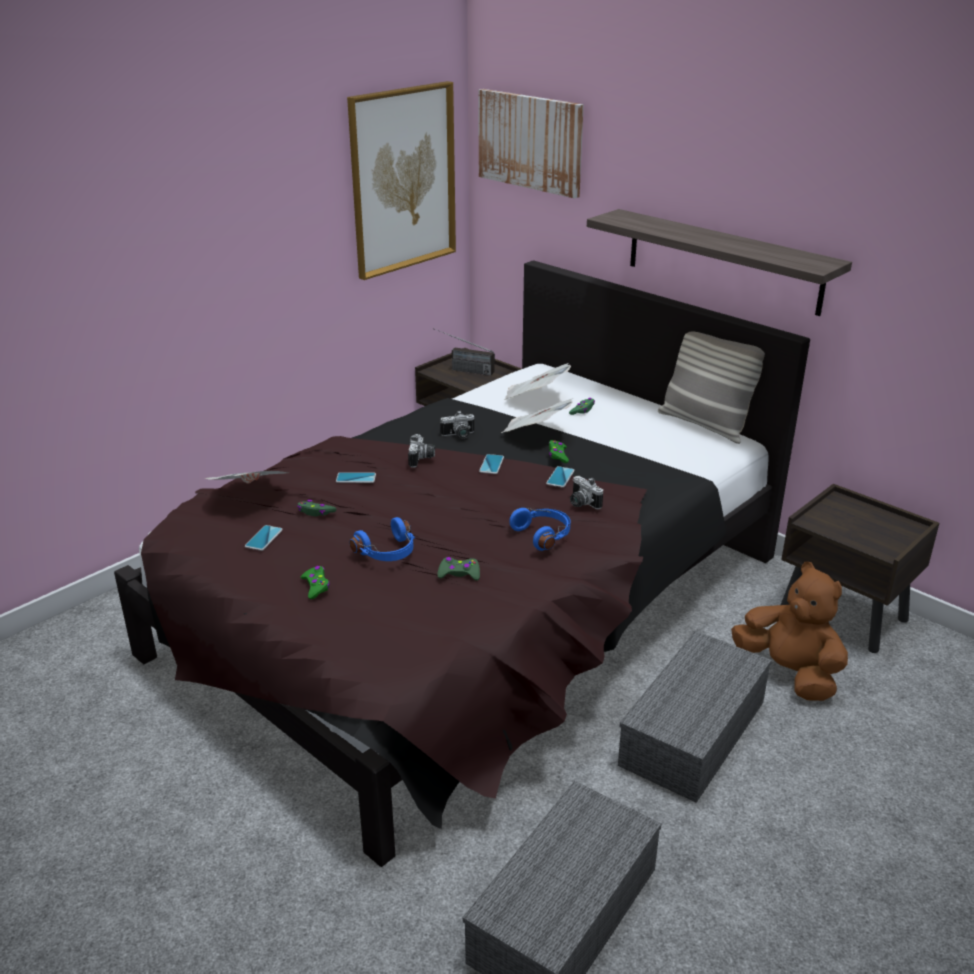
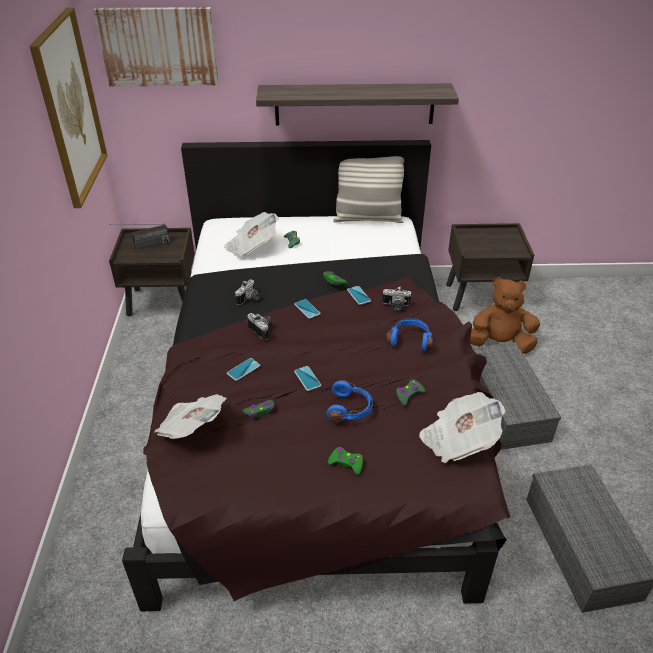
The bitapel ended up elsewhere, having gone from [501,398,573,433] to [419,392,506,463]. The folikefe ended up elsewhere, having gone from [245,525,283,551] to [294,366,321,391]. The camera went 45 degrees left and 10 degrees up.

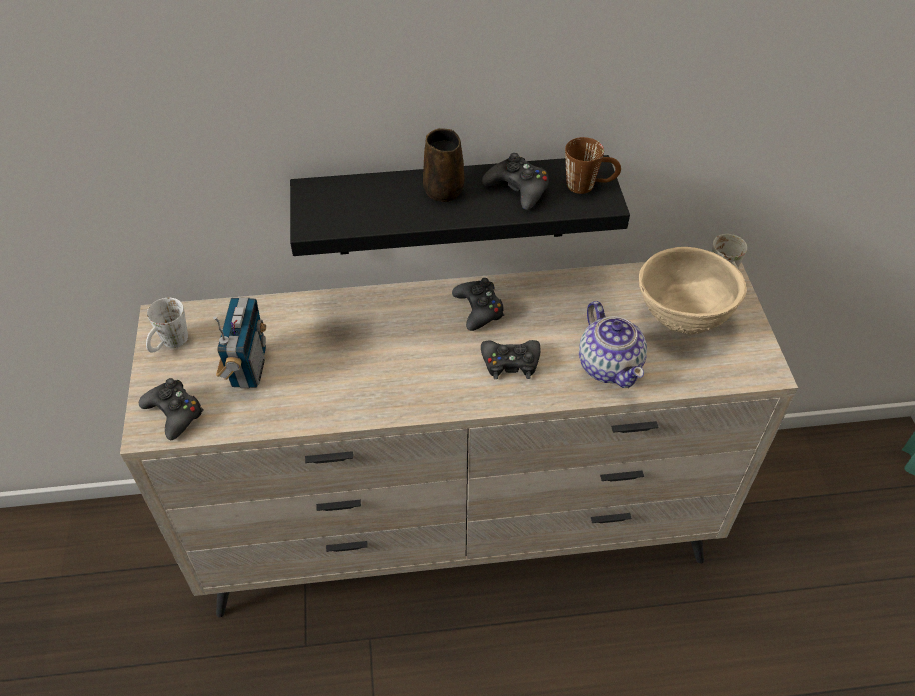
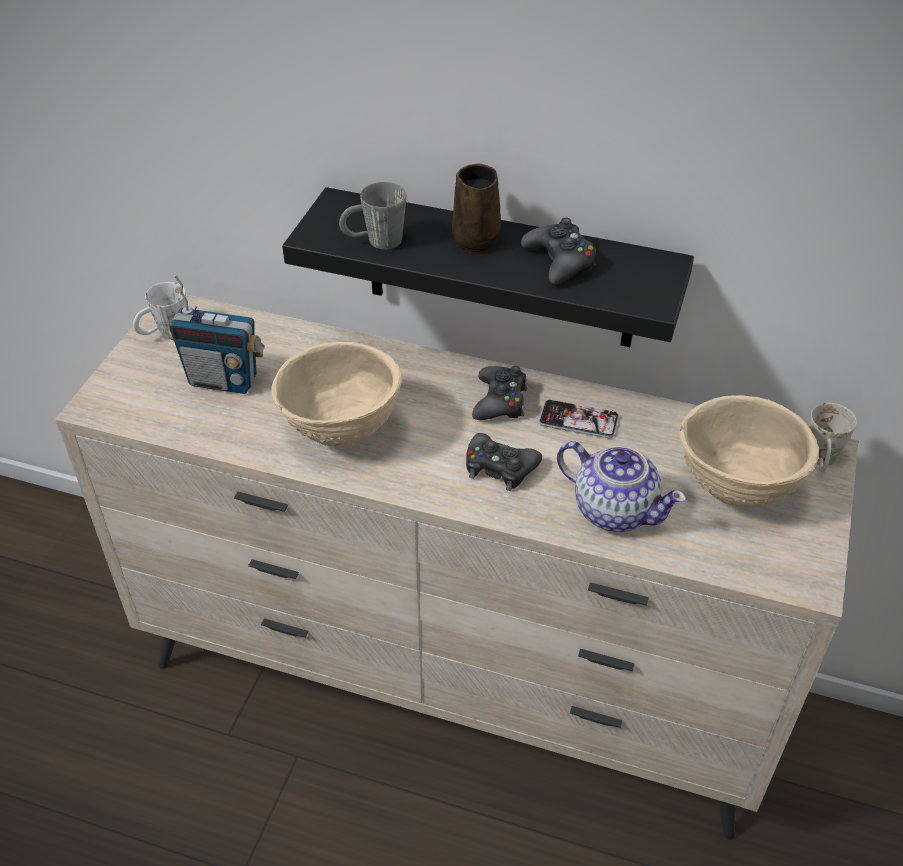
The second view lost the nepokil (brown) at [565,137,621,194]. The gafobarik at [213,297,266,388] ended up facing another way, 75 degrees clockwise from before. The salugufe at [579,301,647,388] ended up facing another way, 60 degrees counterclockwise from before. The second view lost the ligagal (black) at [139,378,204,440]. The second view gained the nepokil (grey) at [339,182,407,250]. The second view gained the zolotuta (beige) at [271,342,402,447]. The second view gained the folikefe at [539,400,619,438]. The camera went 25 degrees right and 5 degrees down.

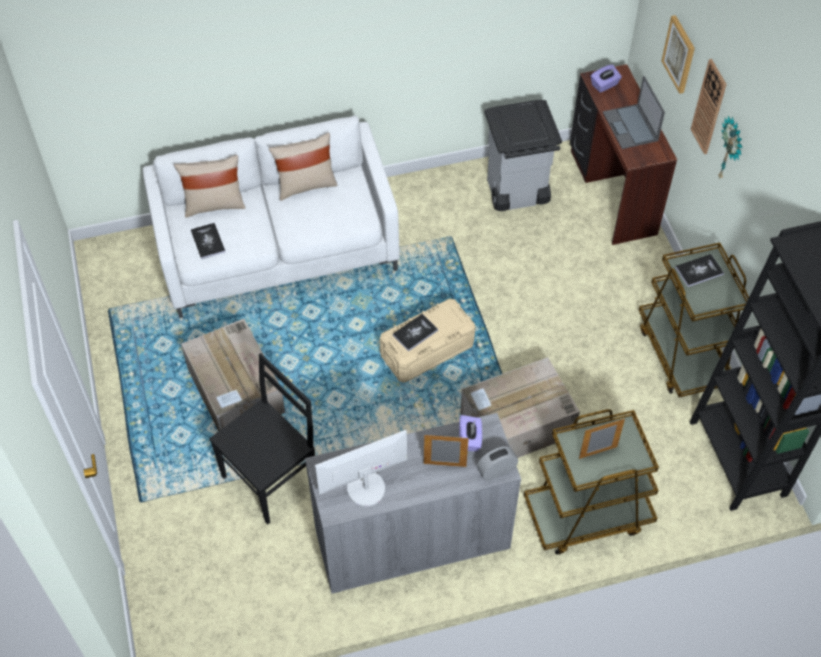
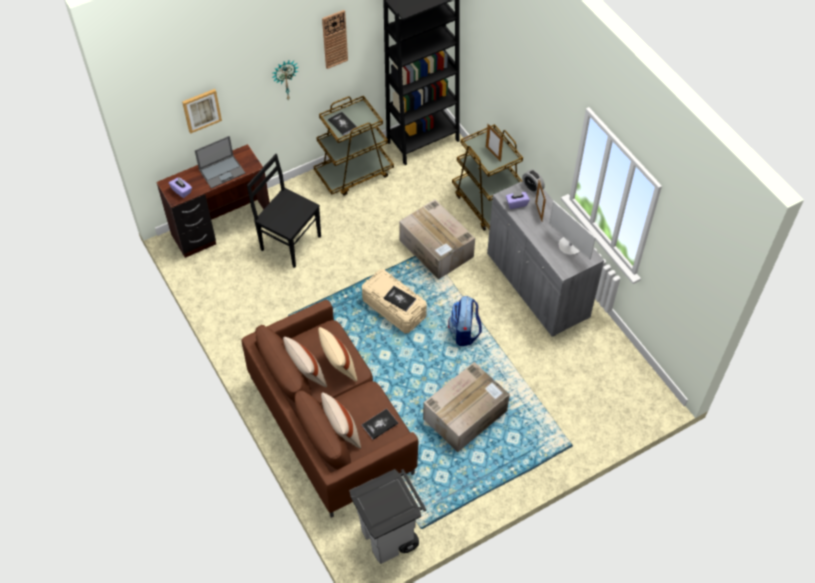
The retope ended up elsewhere, having gone from [690,59,727,154] to [322,10,348,69]. The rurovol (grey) ended up elsewhere, having gone from [484,100,562,211] to [350,469,426,564]. What was the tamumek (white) at [142,115,400,318] turned into the tamumek (brown) at [242,300,418,518]. The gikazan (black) ended up elsewhere, having gone from [209,353,315,525] to [247,154,321,268]. The second view gained the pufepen at [448,296,482,346]. The second view gained the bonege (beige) at [318,327,357,382]. The camera went 105 degrees left and 0 degrees up.

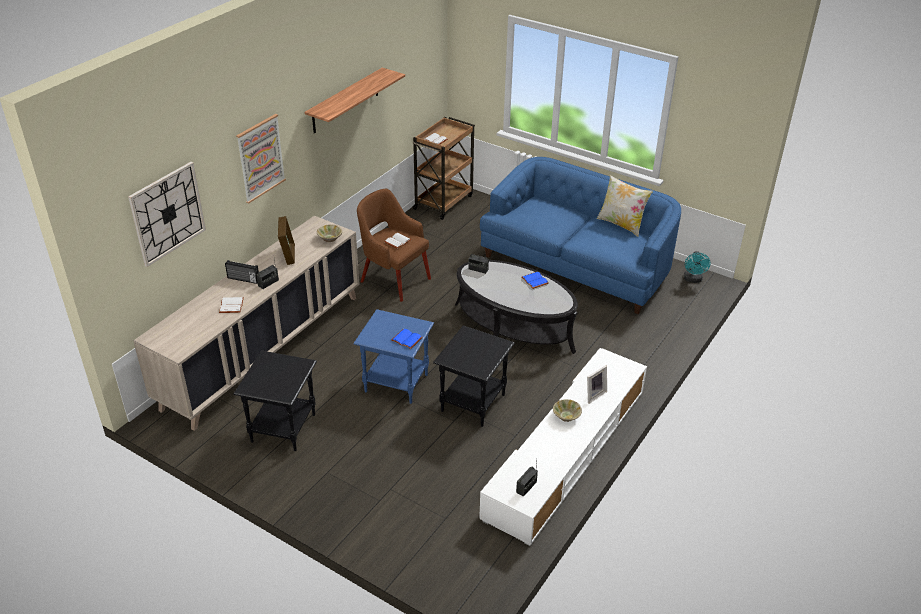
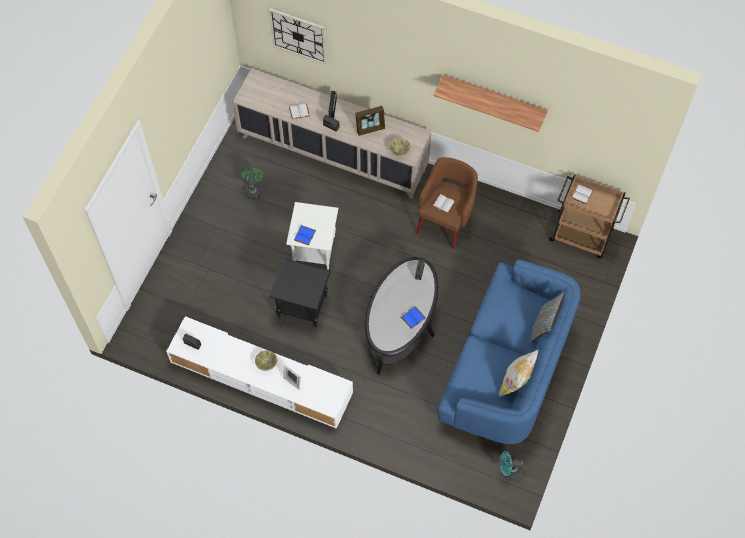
The second view lost the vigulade at [236,114,286,203]. What was the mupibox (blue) at [353,309,434,404] turned into the mupibox (white) at [286,202,338,270]. Where the mupibox (black) stood at [234,350,317,451], the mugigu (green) came to stand at [242,168,263,200]. The second view gained the bonege (grey) at [529,292,565,343]. The camera went 80 degrees right and 25 degrees up.

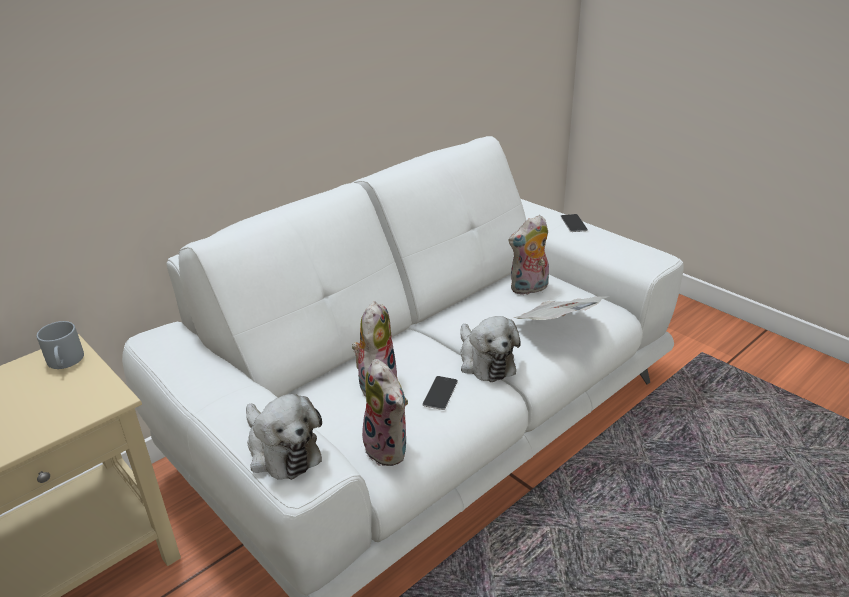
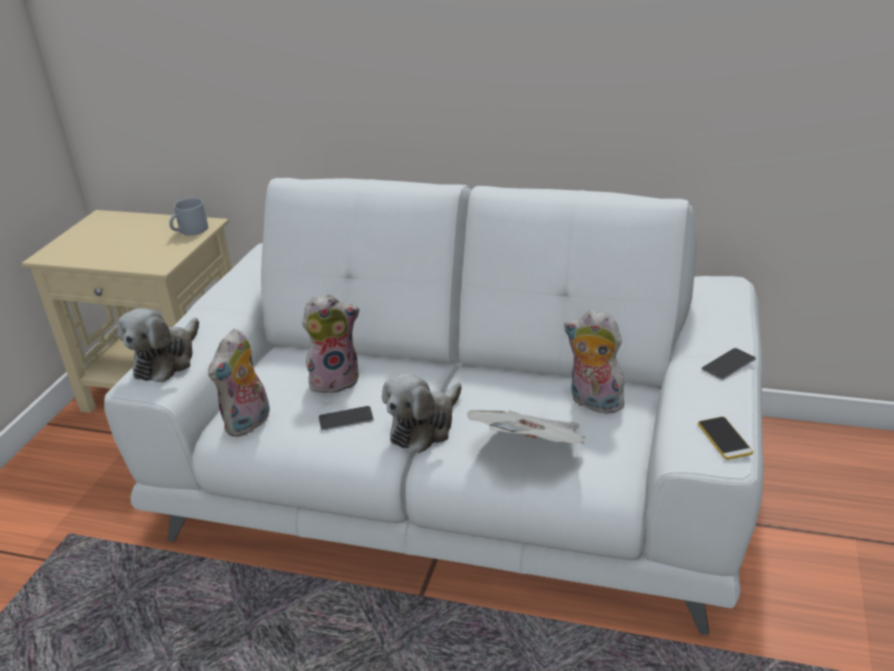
The second view gained the folikefe at [698,417,753,460]. The camera went 60 degrees right and 0 degrees up.

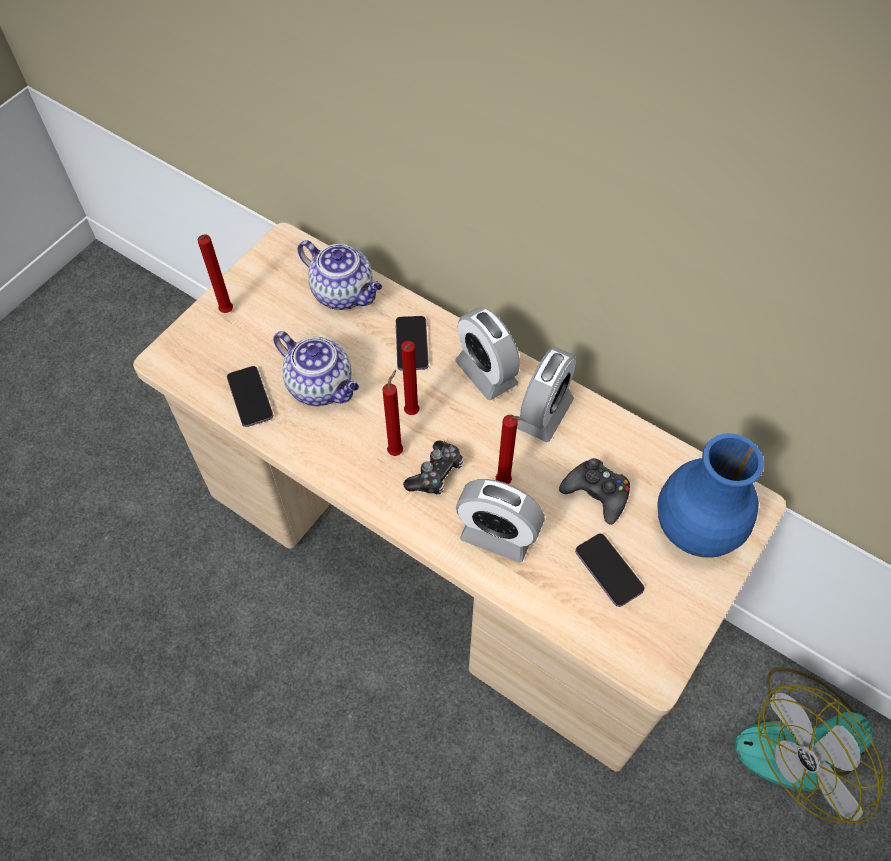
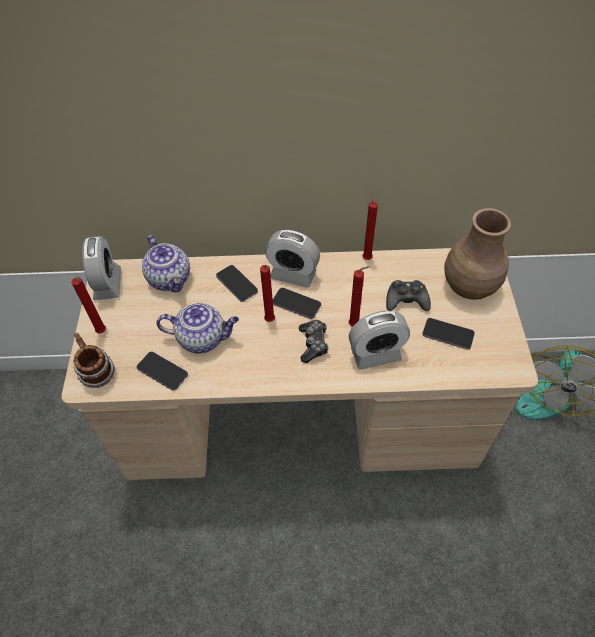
The salugufe at [297,240,382,310] ended up facing another way, 60 degrees clockwise from before. The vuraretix ended up elsewhere, having gone from [517,347,576,442] to [82,236,121,300]. The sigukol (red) ended up elsewhere, having gone from [382,370,403,456] to [362,191,378,260]. What was the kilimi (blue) at [657,433,764,558] turned into the kilimi (brown) at [444,208,511,300]. The second view gained the folikefe at [273,288,321,319]. The second view gained the nepokil at [73,333,115,388]. The camera went 35 degrees left and 5 degrees down.

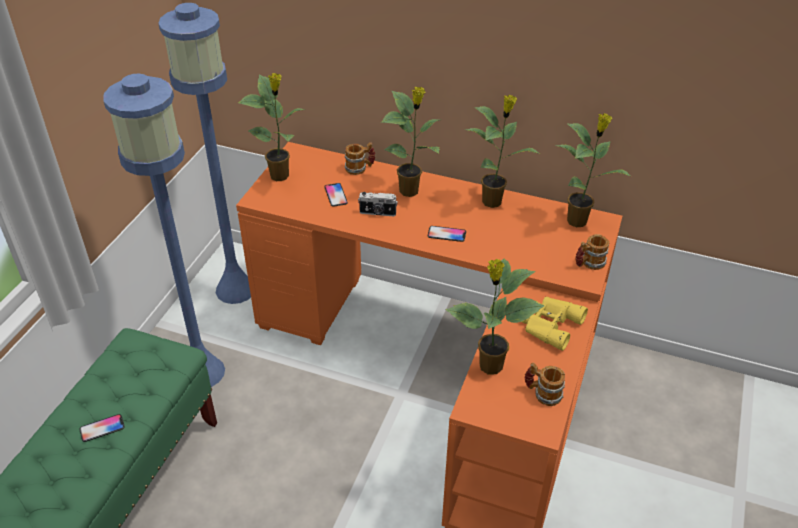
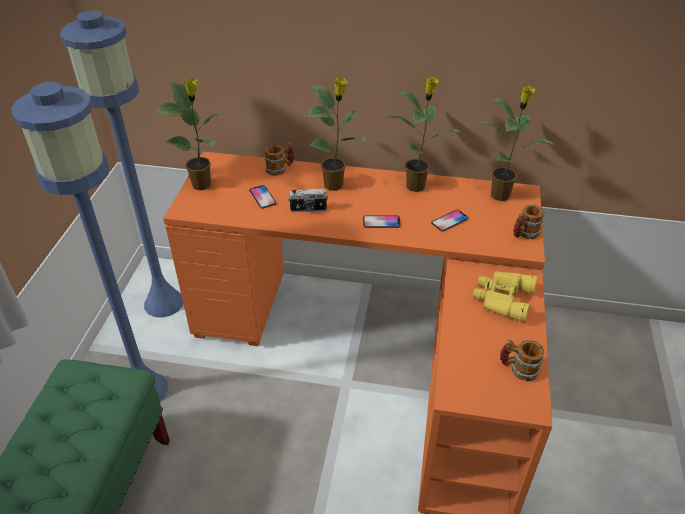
The second view lost the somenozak at [445,258,544,375]. The folikefe ended up elsewhere, having gone from [80,414,125,442] to [431,210,469,232]. The camera went 10 degrees left and 0 degrees up.

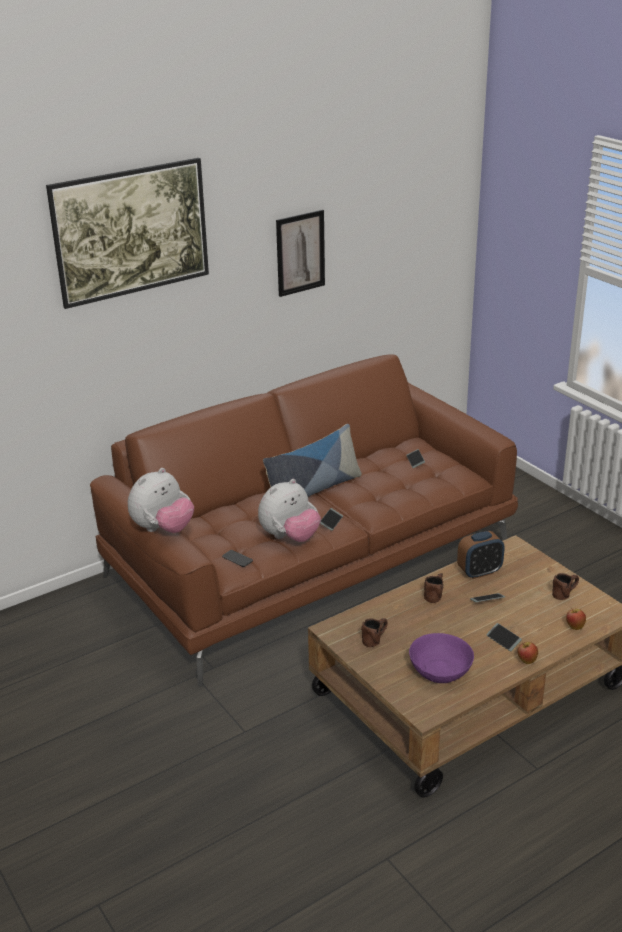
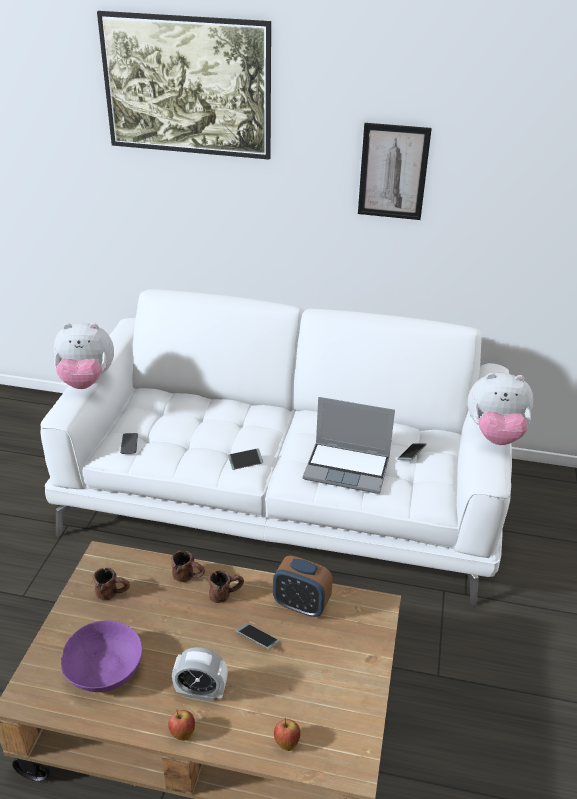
What was the tamumek (brown) at [90,354,518,687] turned into the tamumek (white) at [40,289,512,606]. The second view lost the bonege at [263,424,362,497]. The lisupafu ended up elsewhere, having gone from [258,479,321,542] to [467,373,533,445]. The nepokil (brown) ended up elsewhere, having gone from [552,573,579,600] to [171,551,205,582]. Where the folikefe stood at [486,623,522,651], the vuraretix came to stand at [172,647,228,701]. The second view gained the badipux at [303,397,395,494]. The camera went 45 degrees right and 5 degrees up.

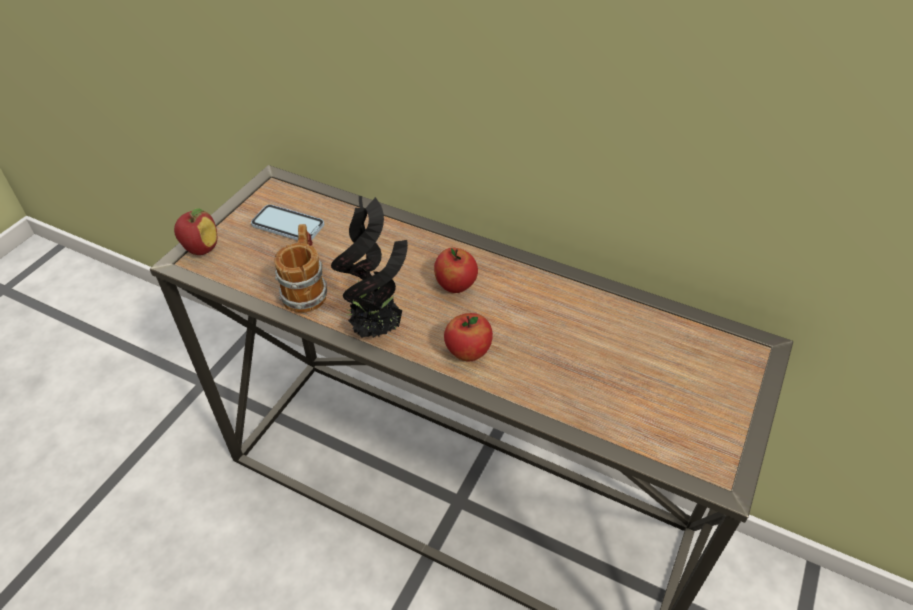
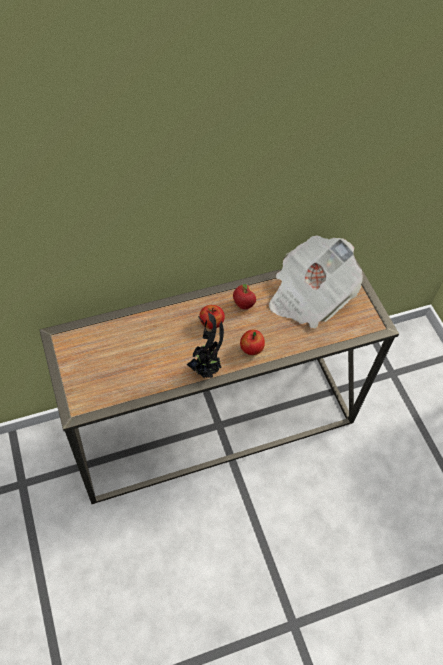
The second view lost the folikefe at [251,204,324,241]. The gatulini ended up elsewhere, having gone from [174,208,217,255] to [233,284,256,309]. The second view lost the nepokil at [274,224,327,313]. The second view gained the bitapel at [269,235,363,329]. The camera went 50 degrees left and 10 degrees up.

